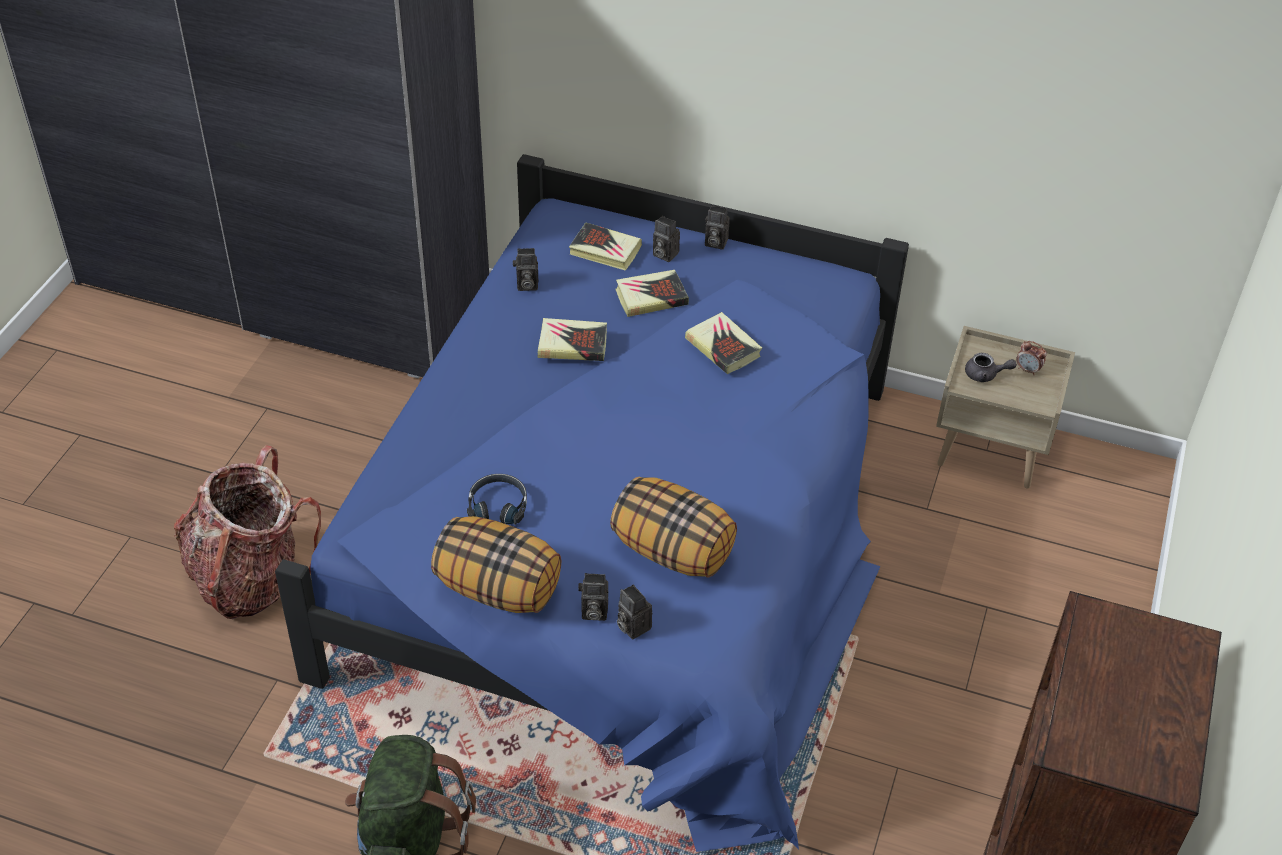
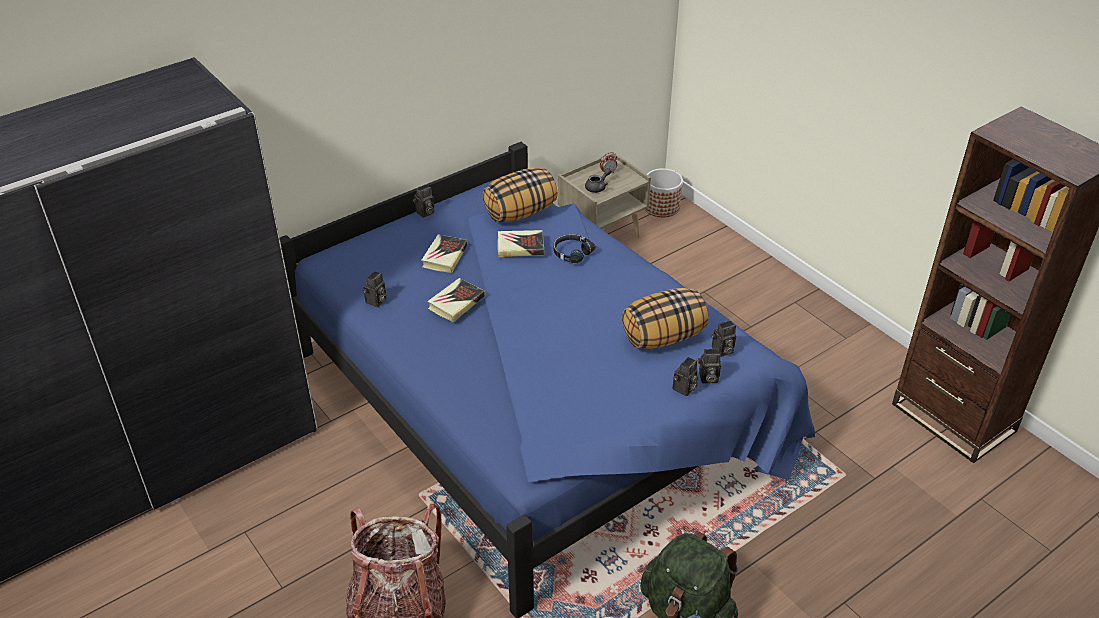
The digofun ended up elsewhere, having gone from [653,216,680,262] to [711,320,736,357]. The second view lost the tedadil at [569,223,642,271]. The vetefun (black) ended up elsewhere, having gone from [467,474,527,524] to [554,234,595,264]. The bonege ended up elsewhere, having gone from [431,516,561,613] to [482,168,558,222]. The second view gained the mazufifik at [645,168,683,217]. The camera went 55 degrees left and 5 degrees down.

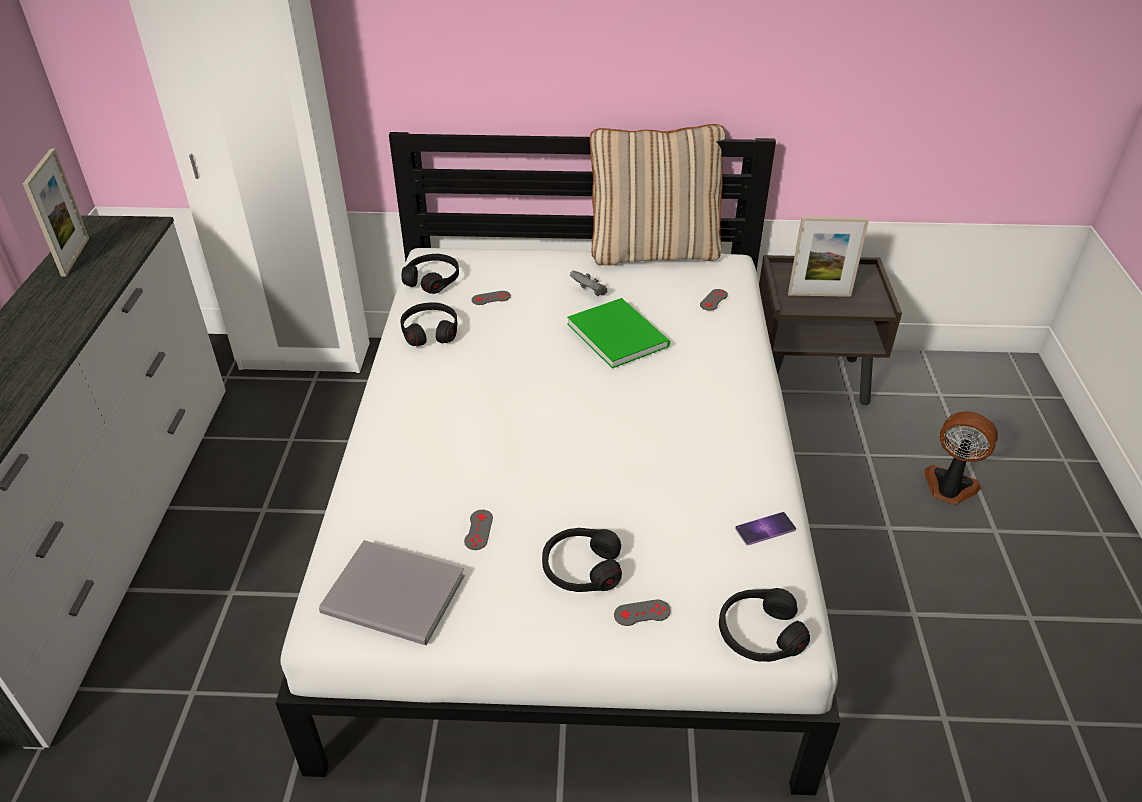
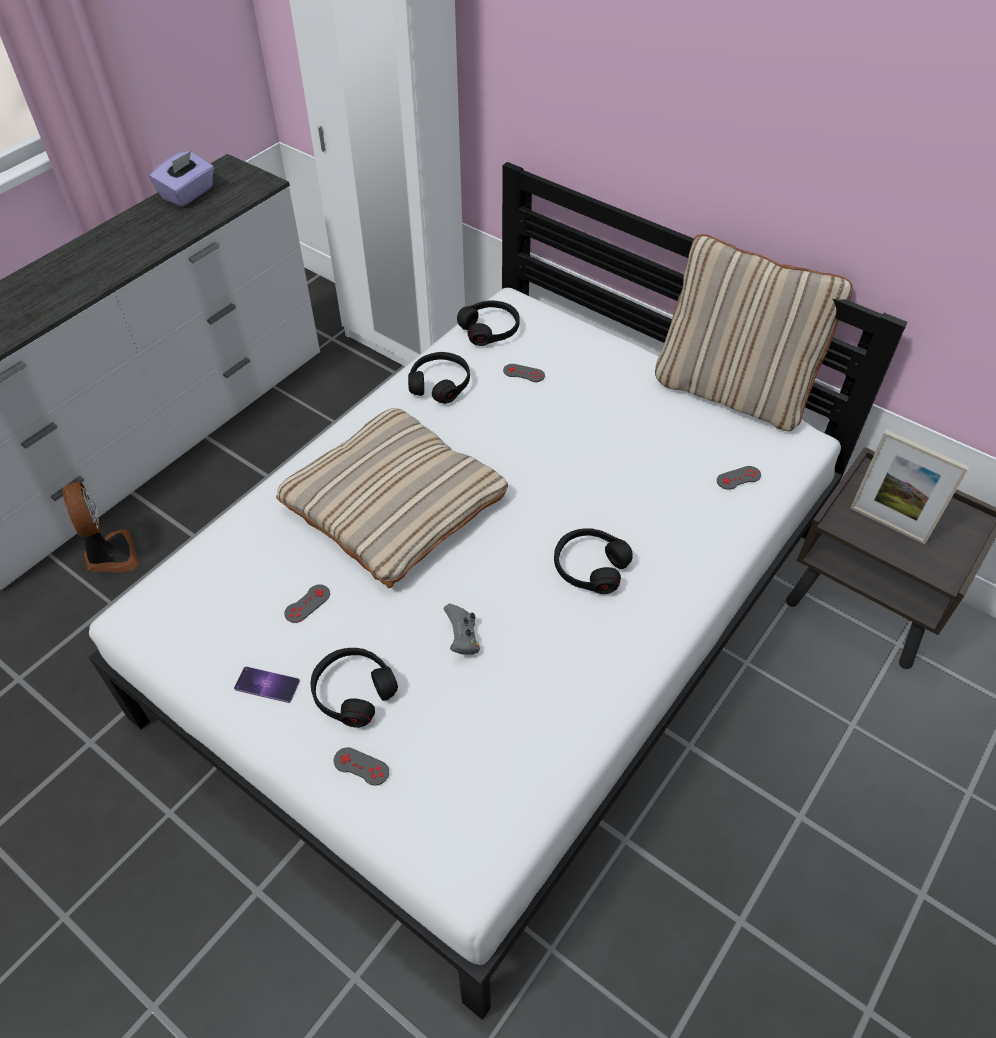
Where the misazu stood at [23,149,89,277], the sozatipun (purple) came to stand at [150,151,214,207]. The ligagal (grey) ended up elsewhere, having gone from [570,271,607,296] to [444,604,480,655]. The second view lost the tedadil (green) at [567,298,670,368]. The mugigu ended up elsewhere, having gone from [924,411,998,505] to [62,481,139,573]. The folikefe ended up elsewhere, having gone from [735,512,796,546] to [234,666,300,703]. The second view lost the tedadil (grey) at [319,540,465,645]. The vetefun (black) ended up elsewhere, having gone from [719,588,810,662] to [554,528,633,594]. The second view gained the bonege (beige) at [276,408,508,588]. The camera went 35 degrees right and 10 degrees up.

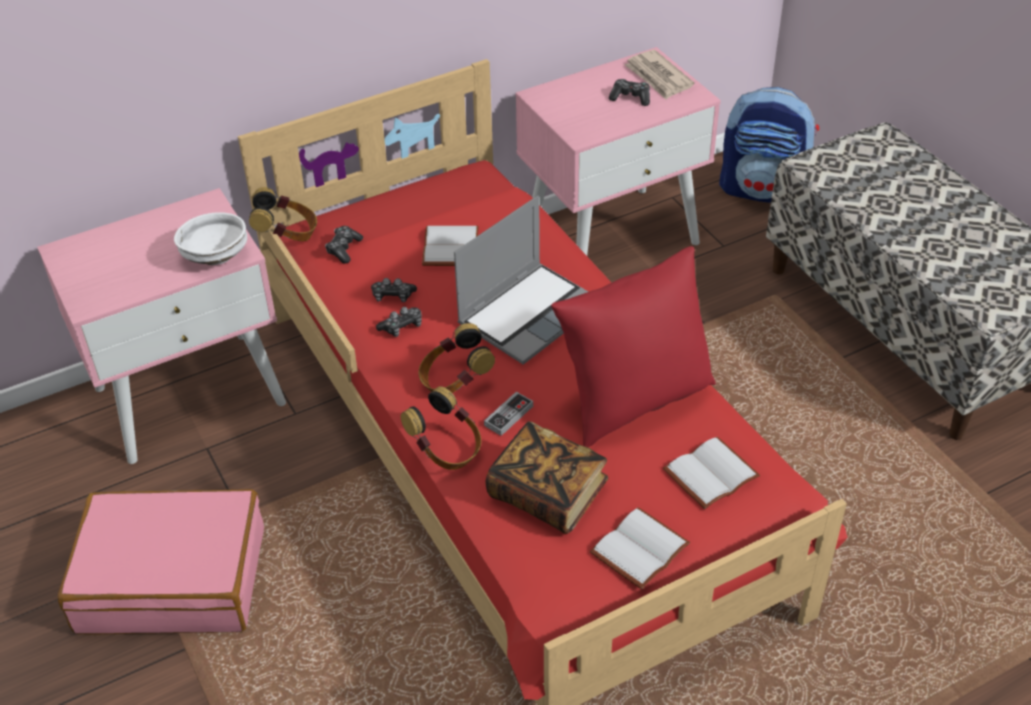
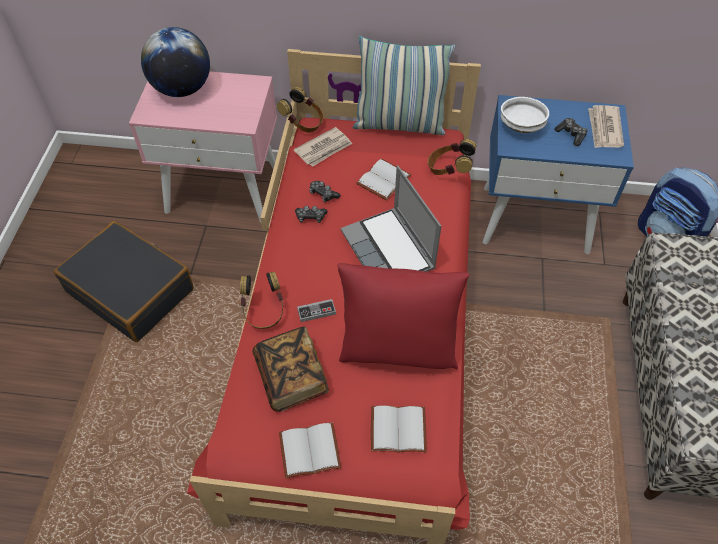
What was the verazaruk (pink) at [515,47,721,256] turned into the verazaruk (blue) at [483,95,634,254]. The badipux at [454,196,588,365] ended up facing another way, 75 degrees clockwise from before. The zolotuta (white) ended up elsewhere, having gone from [174,213,247,265] to [501,97,549,133]. Where the ligagal stood at [325,226,363,264], the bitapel came to stand at [294,127,352,167]. The vetefun ended up elsewhere, having gone from [419,323,495,393] to [428,139,476,175]. What was the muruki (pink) at [58,489,264,634] turned into the muruki (black) at [54,221,193,342]. The second view gained the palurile at [141,27,210,97]. The second view gained the bonege at [353,36,456,135]. The camera went 35 degrees right and 10 degrees up.

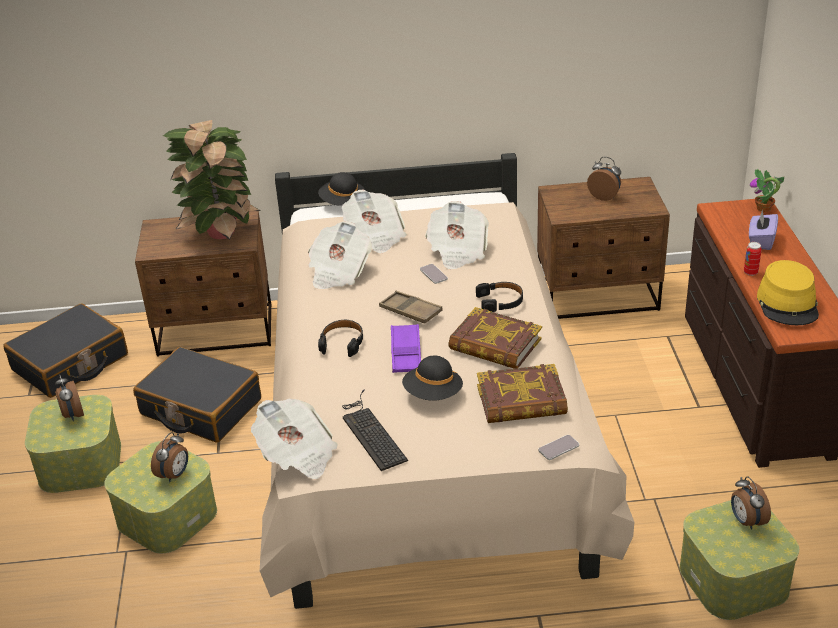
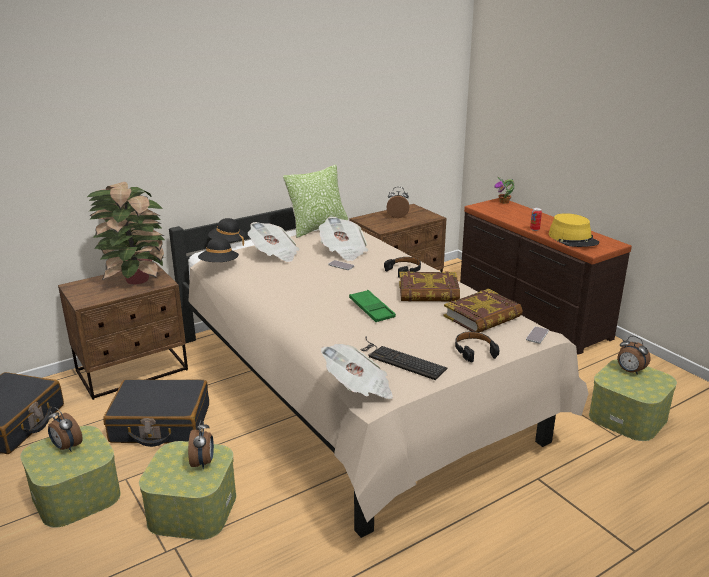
The second view lost the sozatipun (purple) at [749,210,778,250]. The second view lost the bitapel at [308,221,372,289]. The second view lost the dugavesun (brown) at [379,291,443,323]. The vetefun (black) ended up elsewhere, having gone from [318,320,363,357] to [455,331,499,363]. What was the dugavesun (purple) at [391,324,421,373] turned into the dugavesun (green) at [349,290,396,322]. The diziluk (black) ended up elsewhere, having gone from [402,355,463,401] to [198,238,239,262]. The second view gained the bonege at [283,165,348,238]. The camera went 30 degrees left and 10 degrees down.

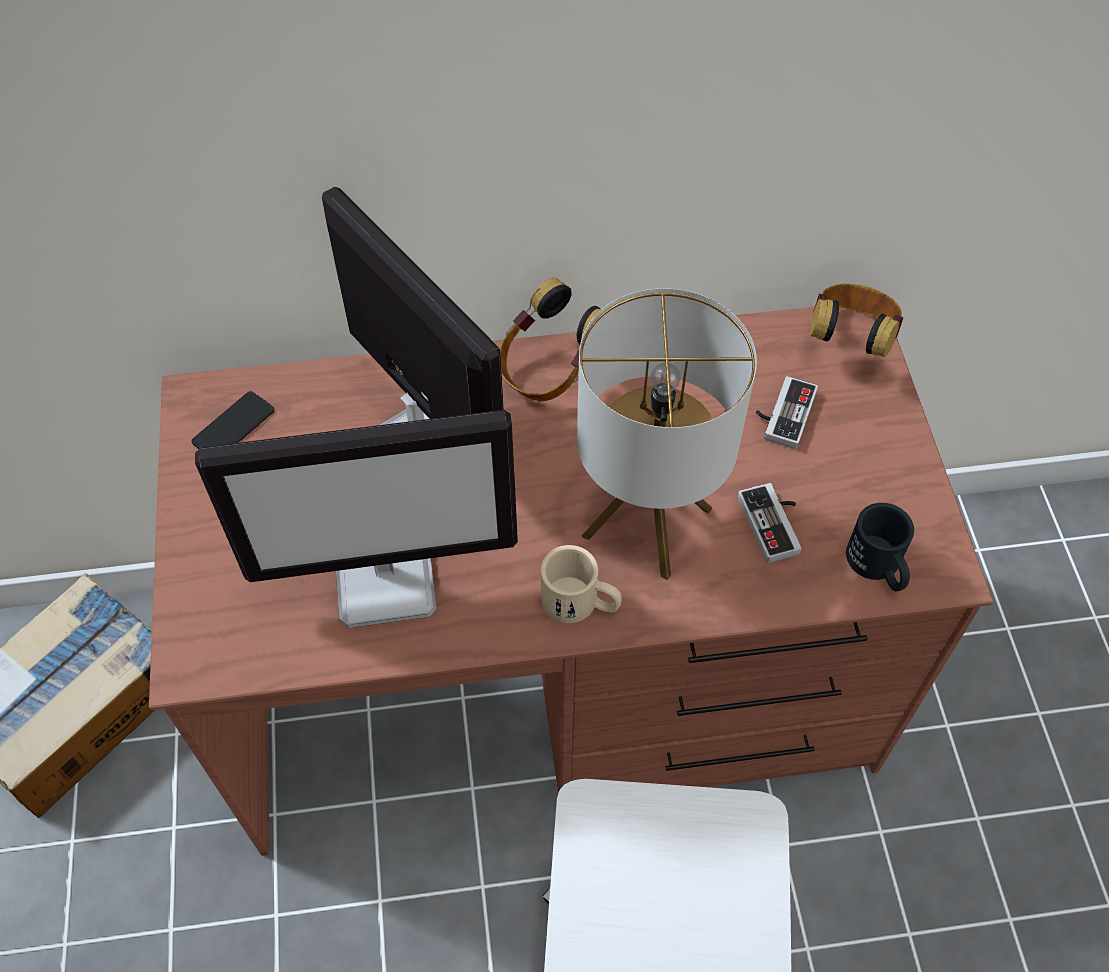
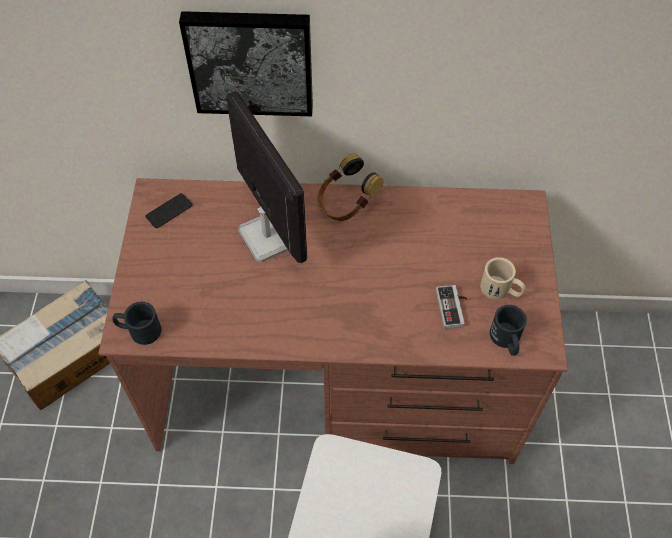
The second view lost the vetefun at [810,284,903,357]. The second view lost the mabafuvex at [577,288,757,580]. The second view lost the ligagal at [756,376,818,449]. The second view lost the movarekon at [195,410,518,628]. The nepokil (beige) ended up elsewhere, having gone from [541,545,622,623] to [480,257,526,300]. The second view gained the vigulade at [179,11,313,116]. The second view gained the nepokil (black) at [112,302,161,345]. The camera went 10 degrees right and 0 degrees up.

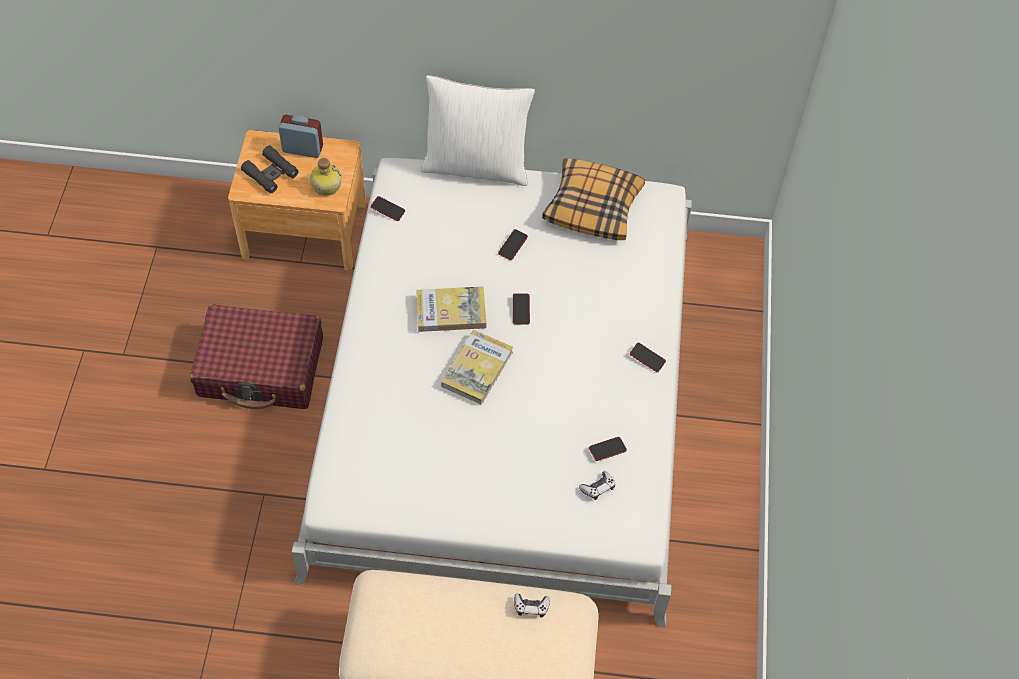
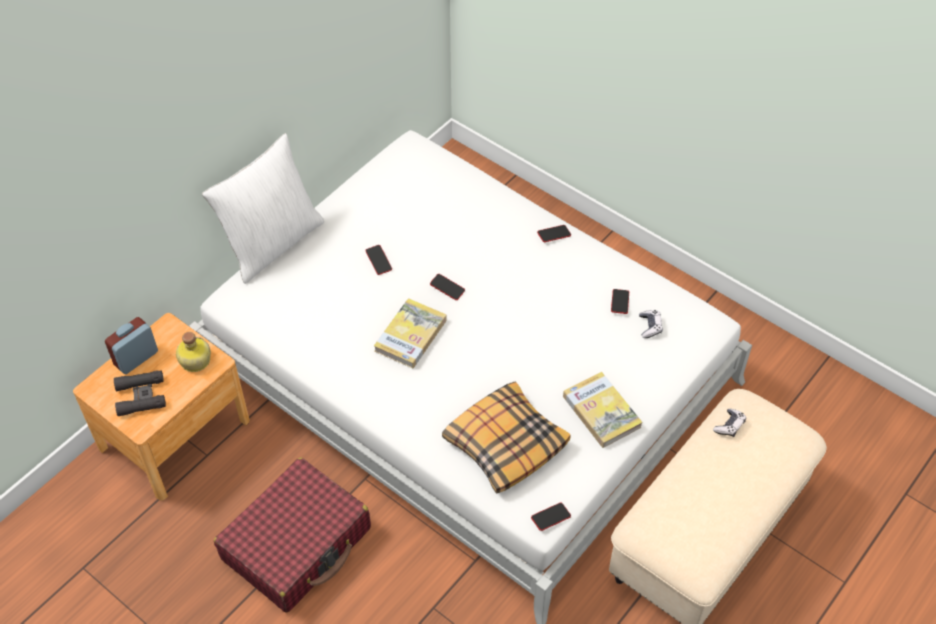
The bonege ended up elsewhere, having gone from [542,158,645,240] to [442,381,571,494]. The folikefe ended up elsewhere, having gone from [371,196,405,221] to [531,503,571,531]. The tedadil ended up elsewhere, having gone from [441,330,513,405] to [563,372,643,448]. The camera went 55 degrees left and 5 degrees down.

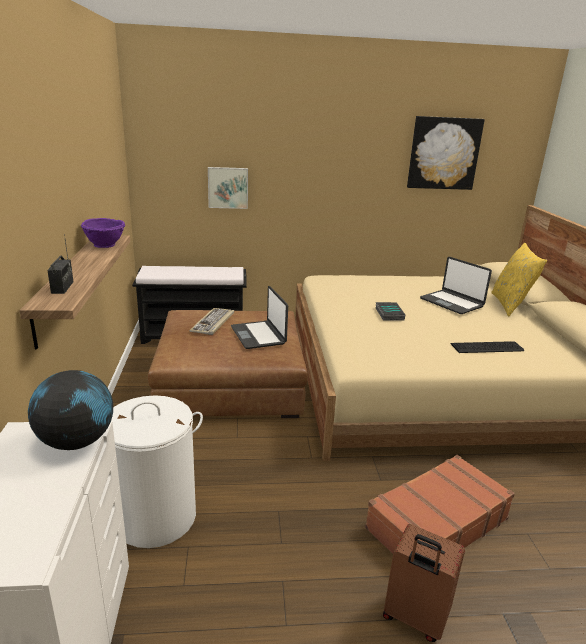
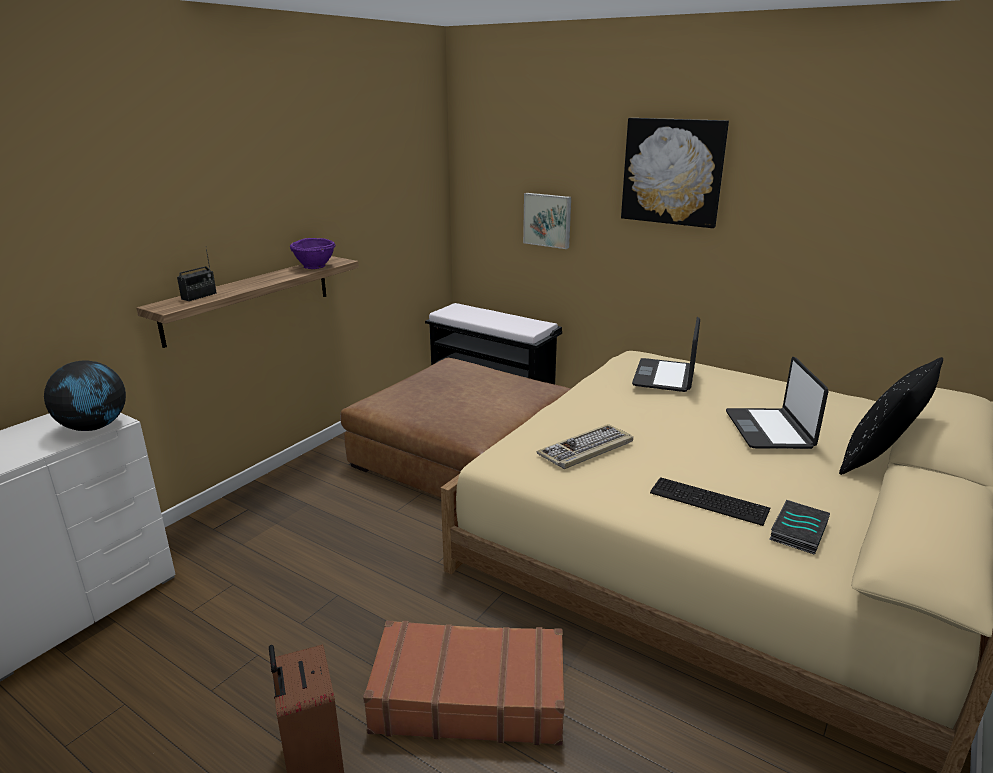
The vigulade ended up elsewhere, having gone from [407,116,485,190] to [621,118,729,228]. What was the bonege (yellow) at [491,243,547,316] turned into the bonege (black) at [839,357,943,475]. The badipux ended up elsewhere, having gone from [231,286,288,349] to [632,317,700,392]. The tedadil ended up elsewhere, having gone from [376,302,405,321] to [769,500,830,554]. The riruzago ended up elsewhere, having gone from [190,308,234,335] to [537,424,633,469]. The second view lost the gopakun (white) at [111,395,203,548]. The camera went 40 degrees right and 0 degrees up.

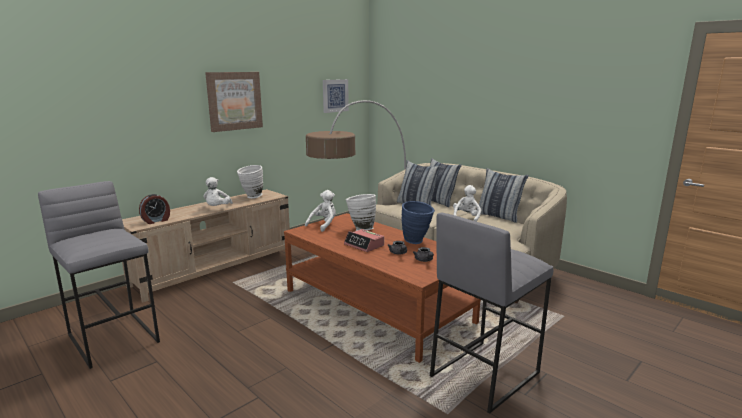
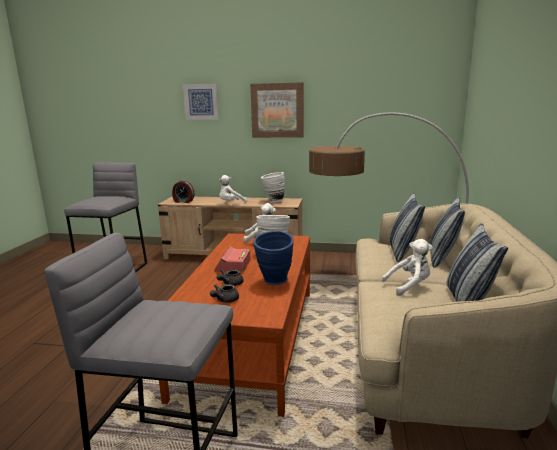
The vigulade ended up elsewhere, having gone from [323,79,349,113] to [183,84,219,120]. The camera went 55 degrees right and 0 degrees up.

